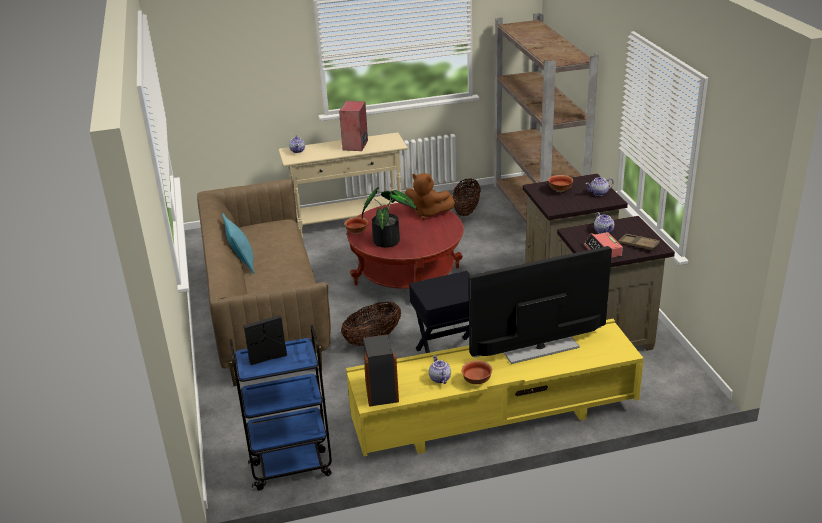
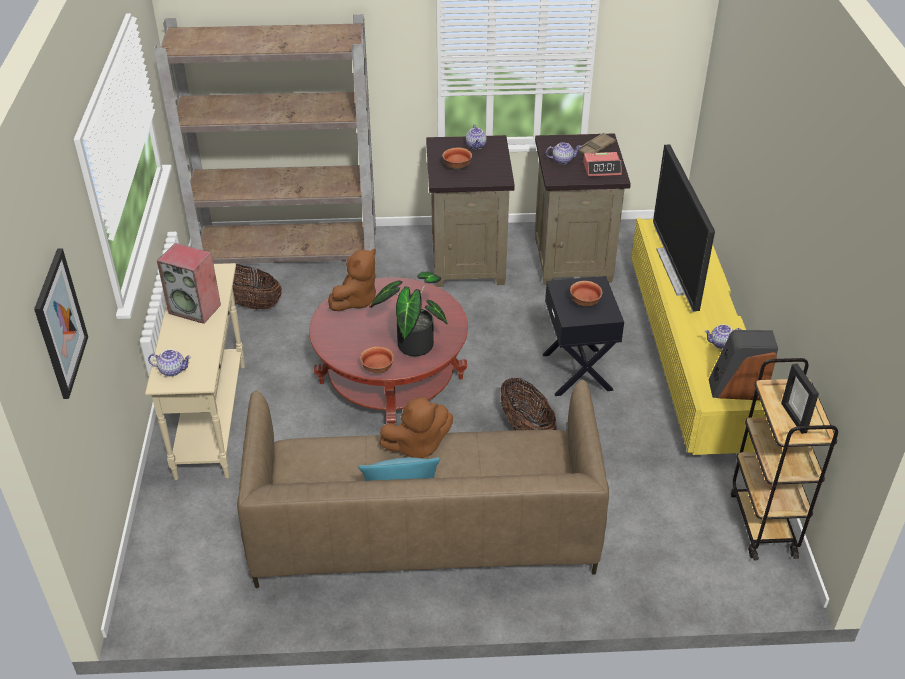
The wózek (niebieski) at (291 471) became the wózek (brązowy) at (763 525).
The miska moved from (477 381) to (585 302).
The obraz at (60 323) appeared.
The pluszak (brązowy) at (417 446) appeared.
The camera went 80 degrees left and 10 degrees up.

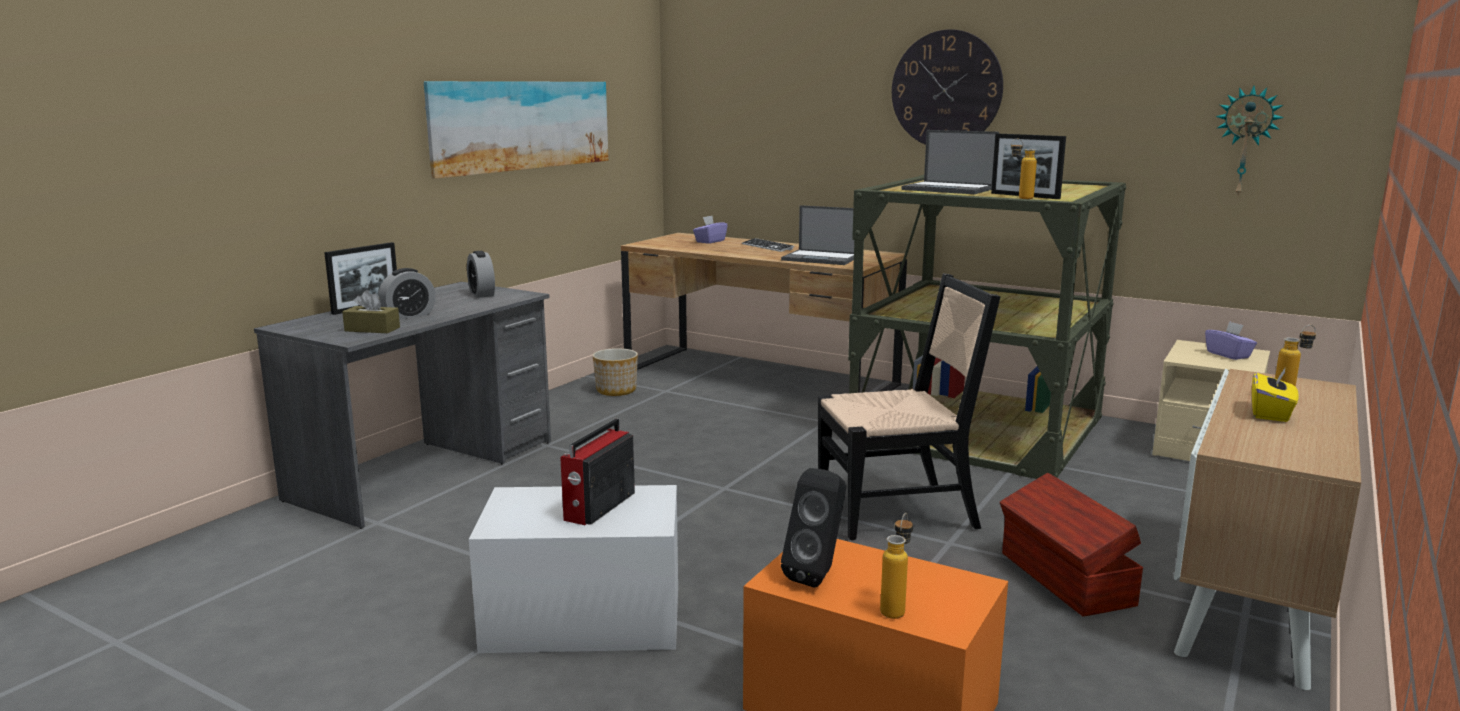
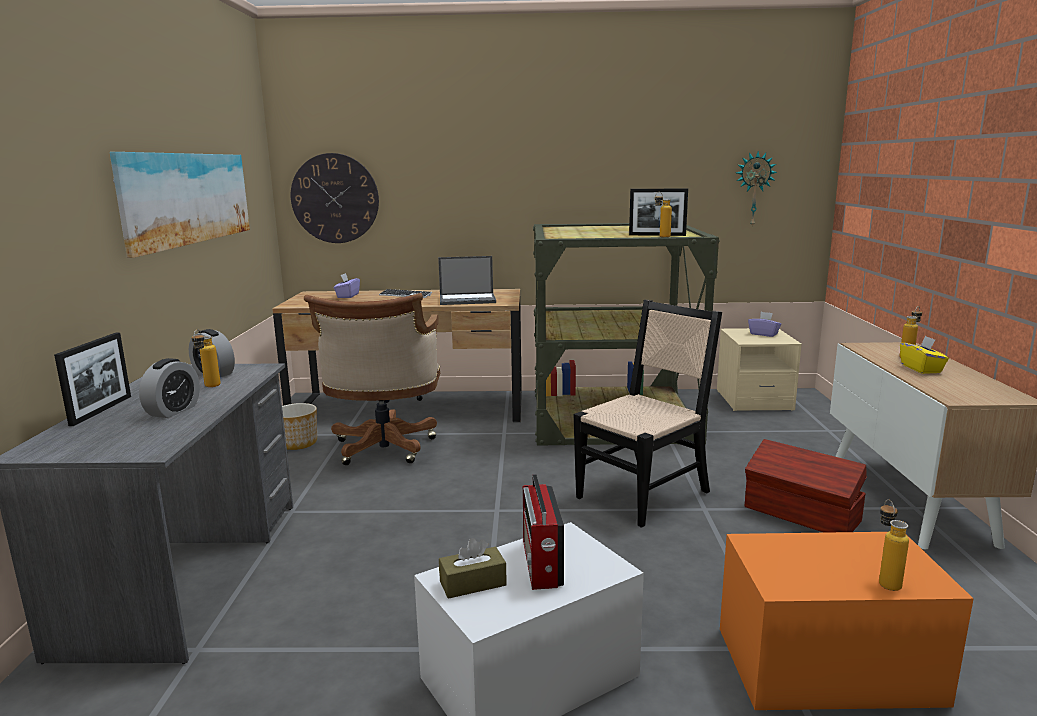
The zegar ścienny moved from (946 89) to (335 198).
The laptop at (949 189) disappeared.
The pudełko chusteczek (brązowy) moved from (372 329) to (473 583).
The głośnik (czarny) at (818 575) disappeared.
The krzesło biurowe at (384 449) appeared.
The butelka at (209 387) appeared.
The camera went 30 degrees left and 0 degrees up.

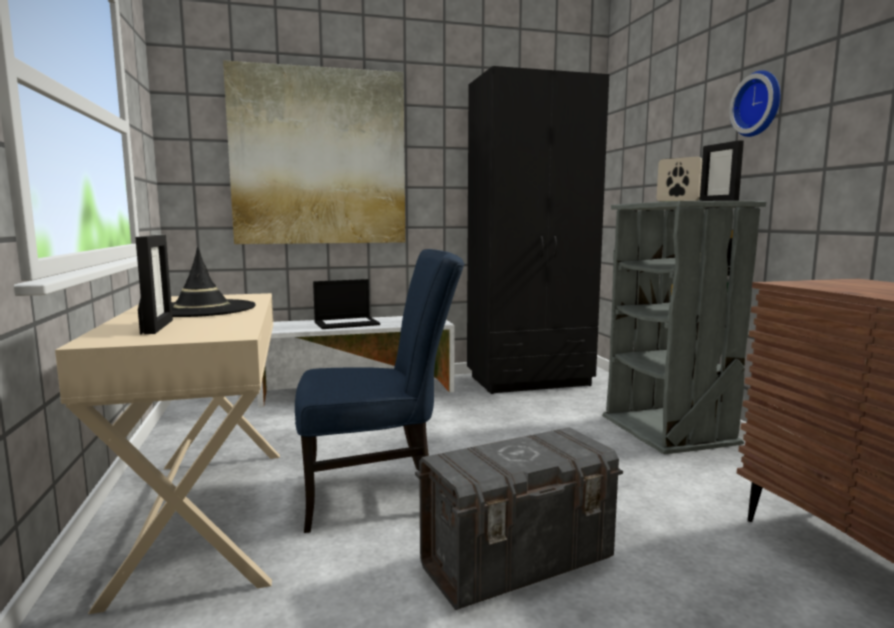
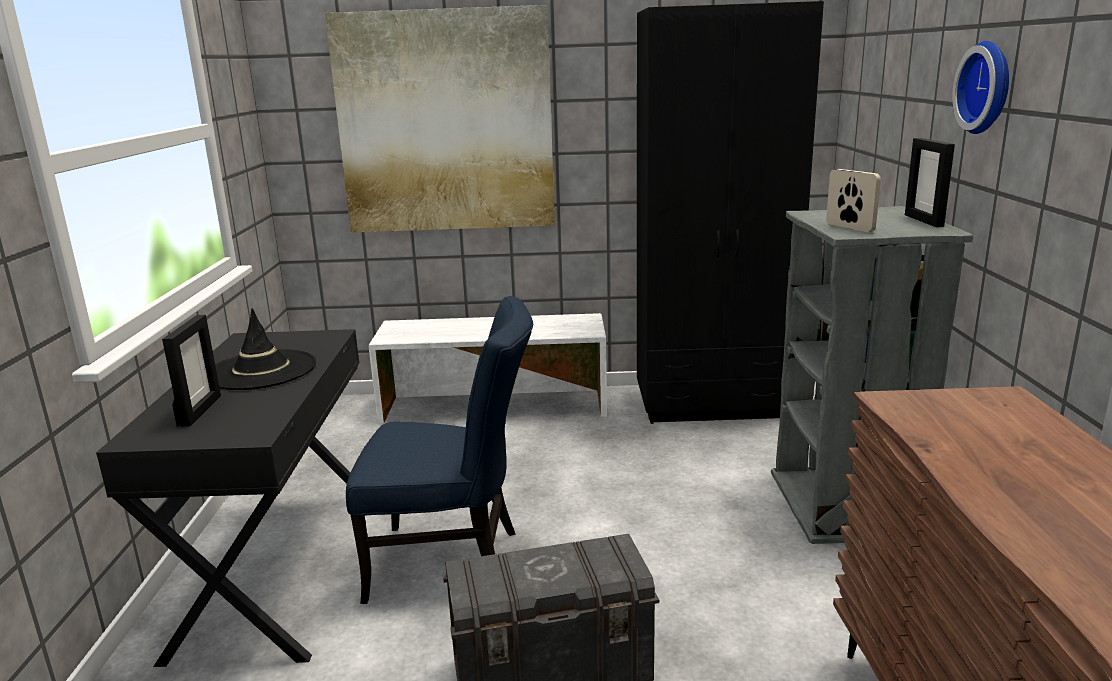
The laptop at (347 323) disappeared.
The biurko (beżowy) at (205 514) became the biurko (czarny) at (279 568).
The camera went 15 degrees right and 10 degrees up.

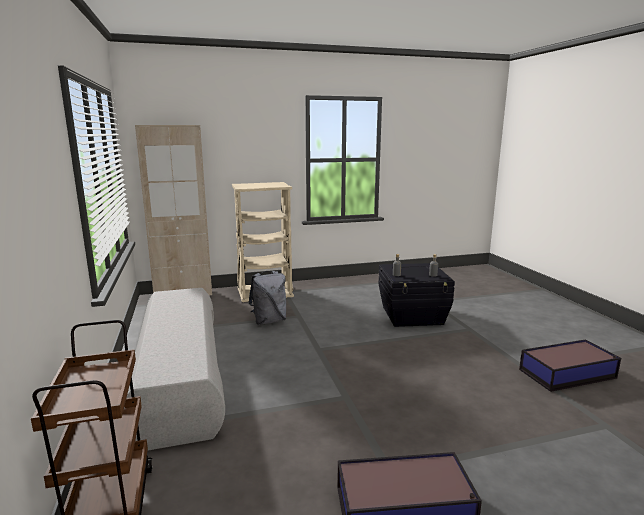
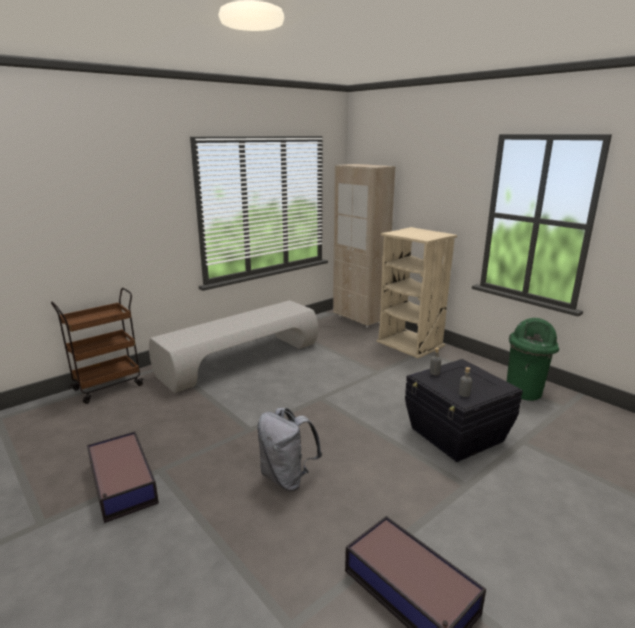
The plecak (szary) moved from (269 321) to (287 478).
The kosz na śmieci (zielony) at (524 392) appeared.
The camera went 65 degrees right and 5 degrees up.

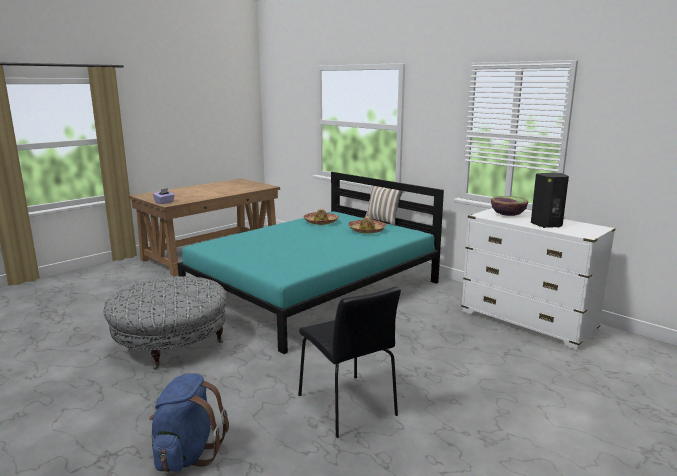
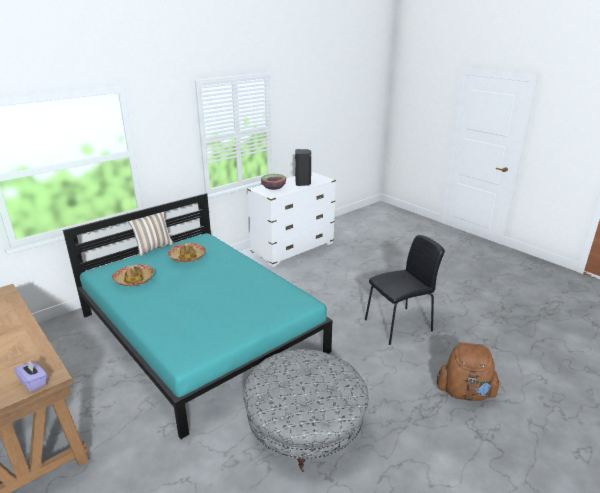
The plecak (niebieski) at (187 453) became the plecak (brązowy) at (465 392).
The camera went 85 degrees left and 10 degrees up.

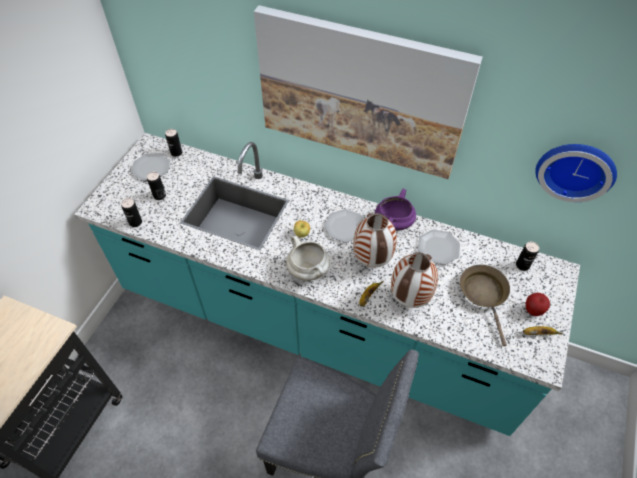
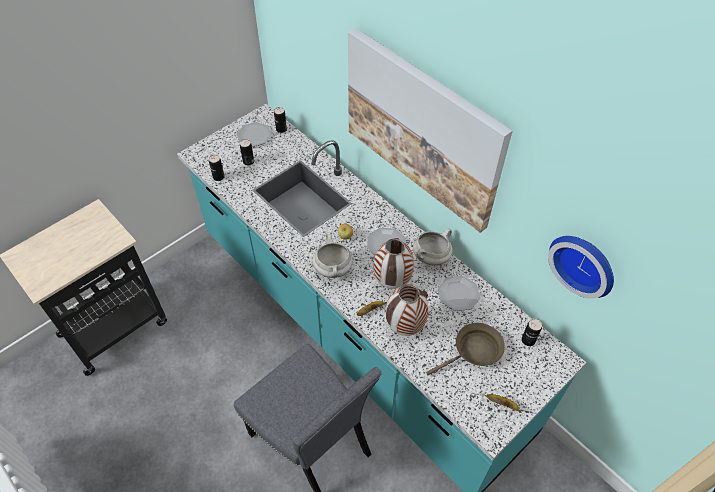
The garnek (fioletowy) at (393 223) became the garnek (biały) at (431 257).
The patelnia (brązowy) at (484 295) turned 45 degrees clockwise.
The jabłko at (533 311) disappeared.
The camera went 25 degrees right and 0 degrees up.

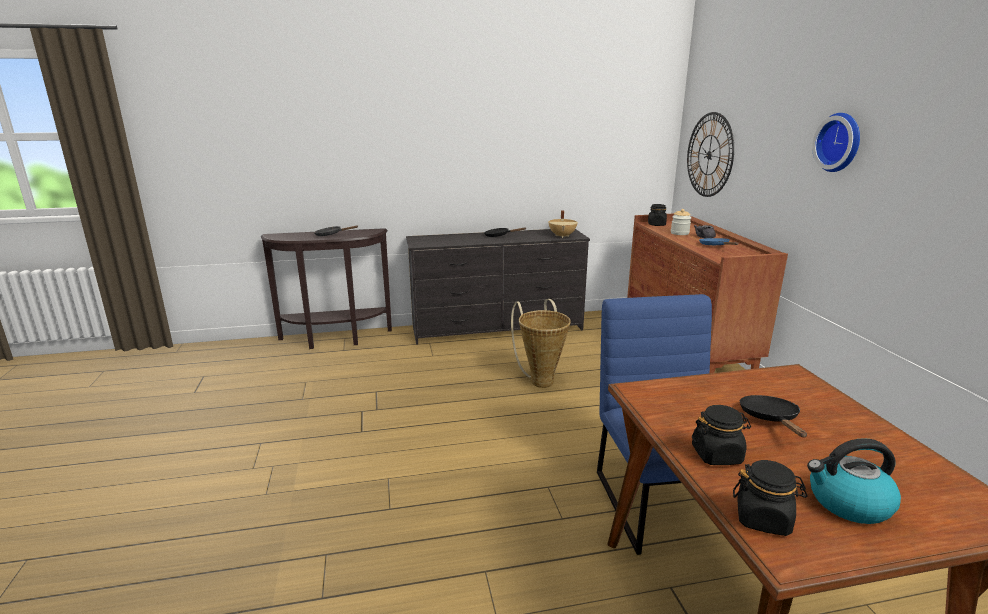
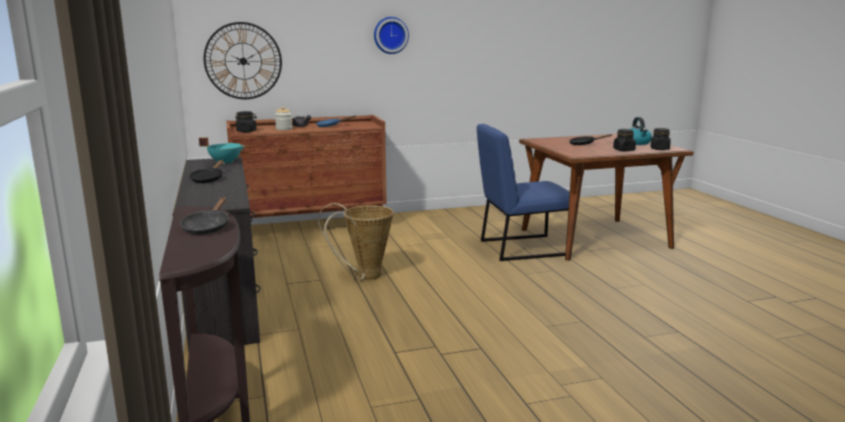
The garnek (beżowy) at (562 236) became the garnek (turkusowy) at (225 162).
The camera went 95 degrees left and 5 degrees down.

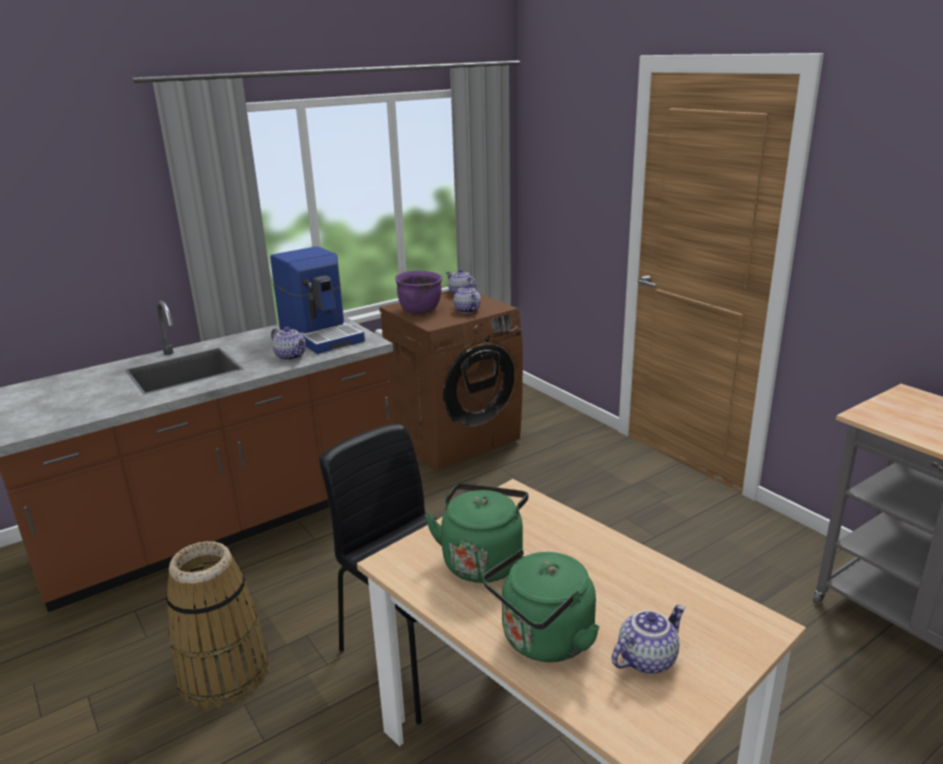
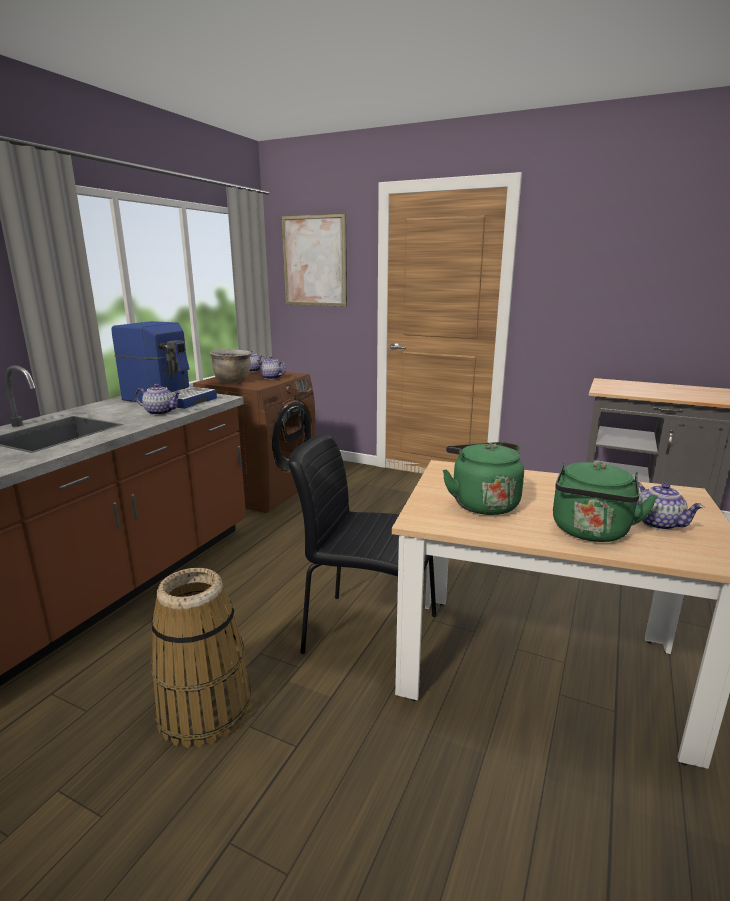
The garnek (fioletowy) at (420 310) became the garnek (brązowy) at (233 381).
The imbryk at (646 658) turned 120 degrees clockwise.
The obraz at (314 261) appeared.
The camera went 30 degrees left and 5 degrees down.

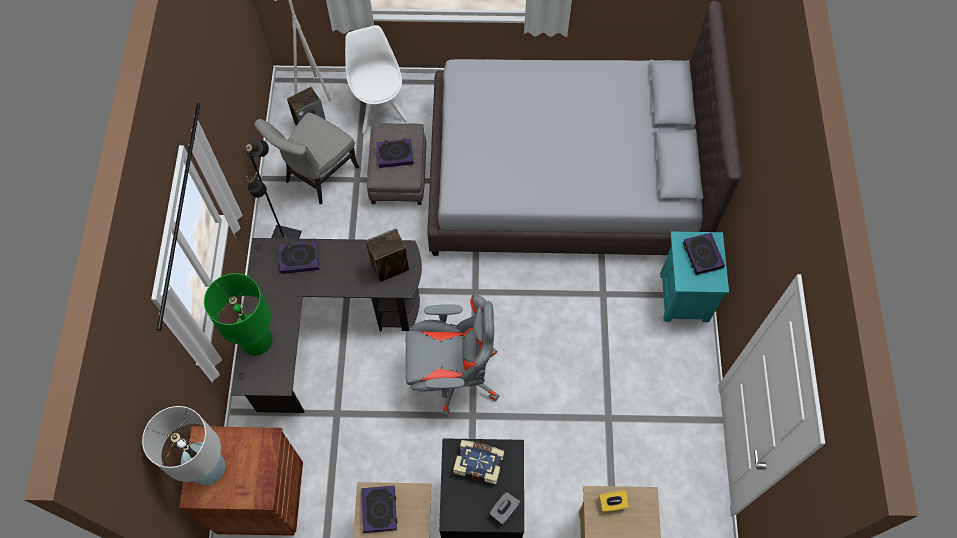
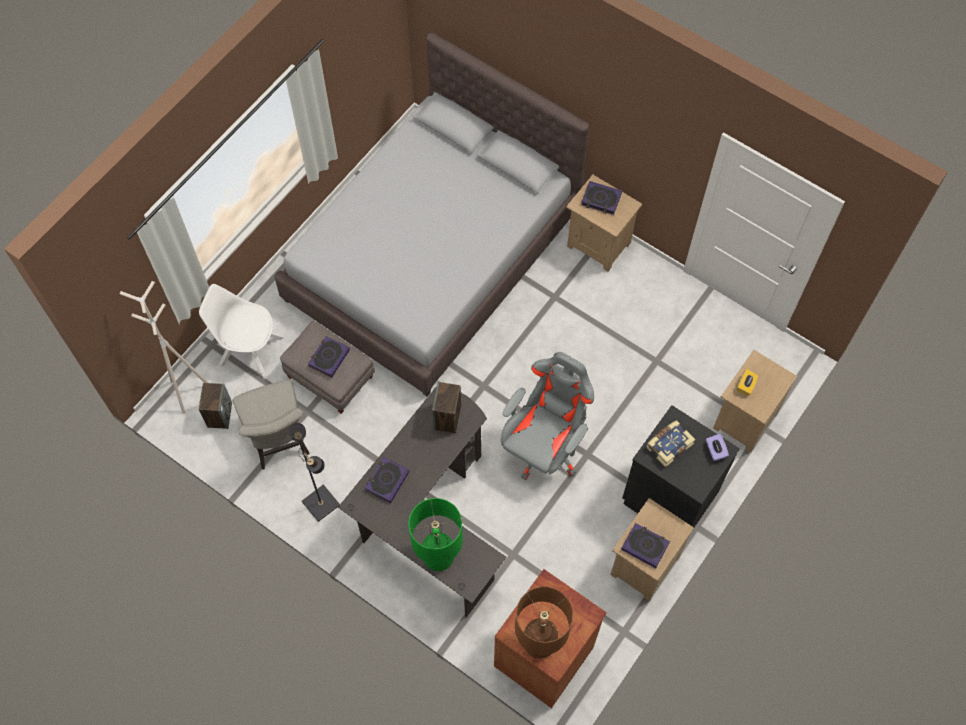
The szafka nocna (turkusowy) at (682 298) became the szafka nocna (beżowy) at (598 246).
The lampa stołowa (biały) at (208 468) became the lampa stołowa (brązowy) at (540 642).
The pudełko chusteczek (szary) at (504 510) became the pudełko chusteczek (fioletowy) at (715 451).
The camera went 55 degrees left and 0 degrees up.

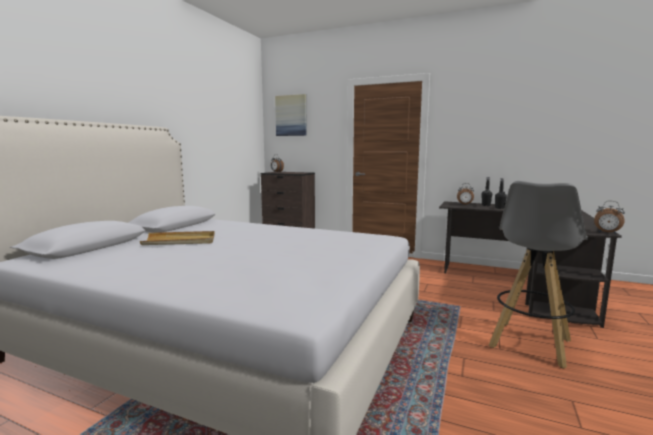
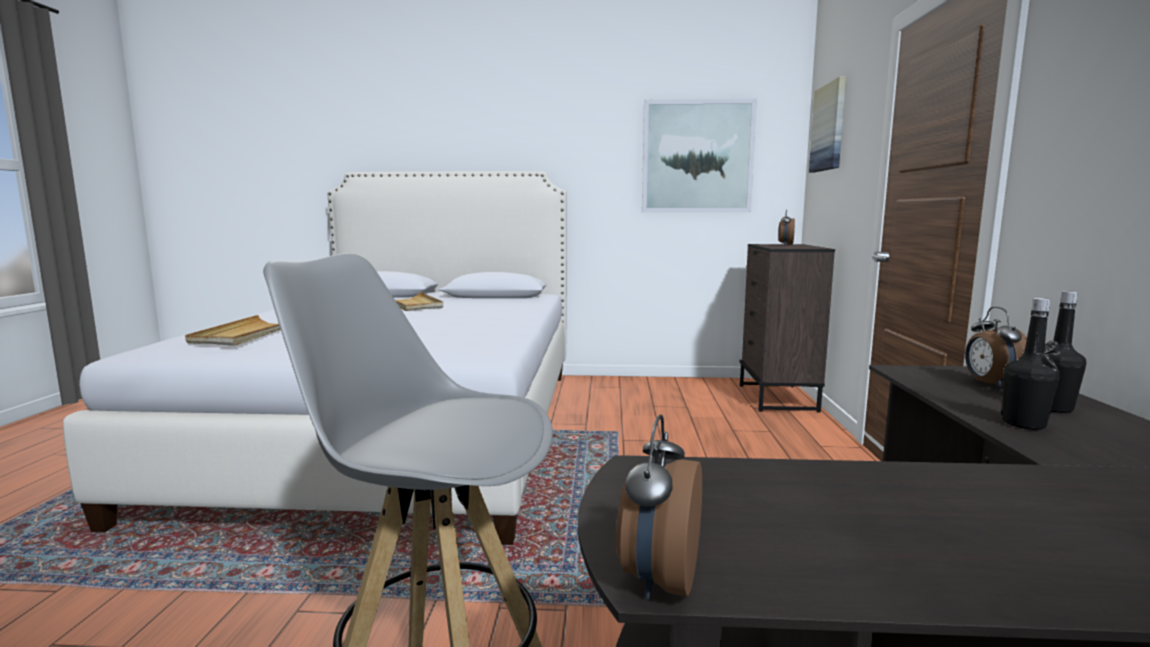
The obraz at (697 157) appeared.
The taca (beżowy) at (248 334) appeared.
The camera went 70 degrees right and 0 degrees up.

